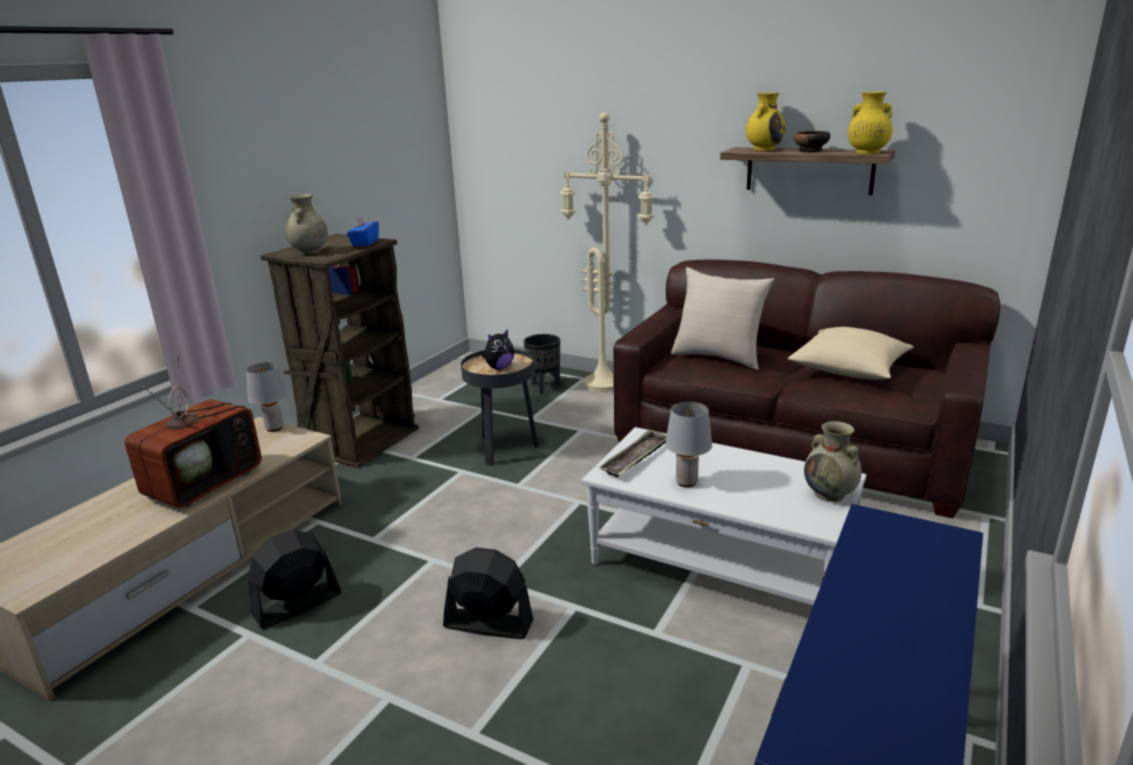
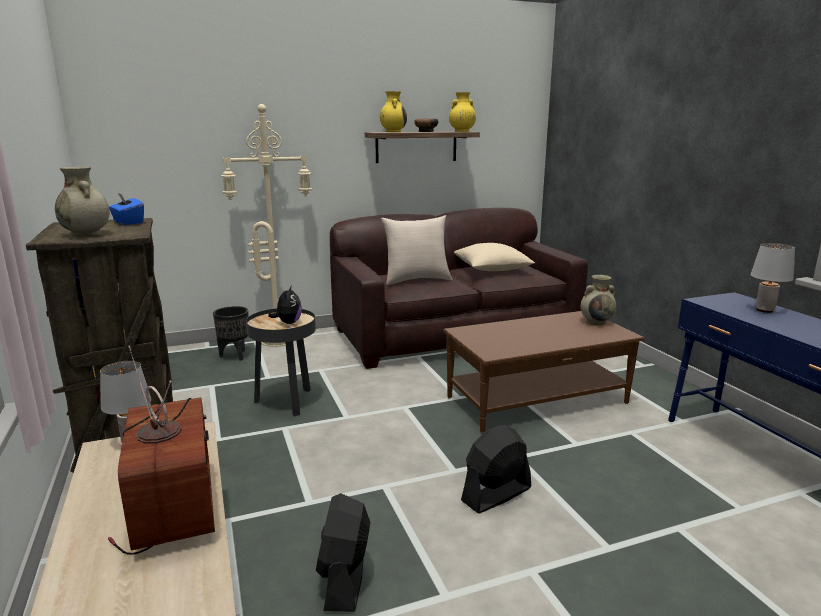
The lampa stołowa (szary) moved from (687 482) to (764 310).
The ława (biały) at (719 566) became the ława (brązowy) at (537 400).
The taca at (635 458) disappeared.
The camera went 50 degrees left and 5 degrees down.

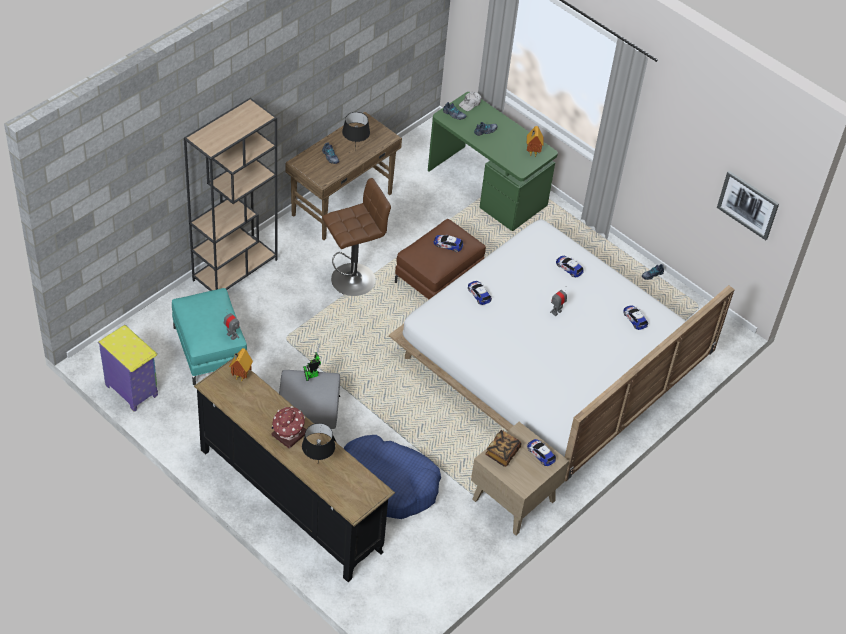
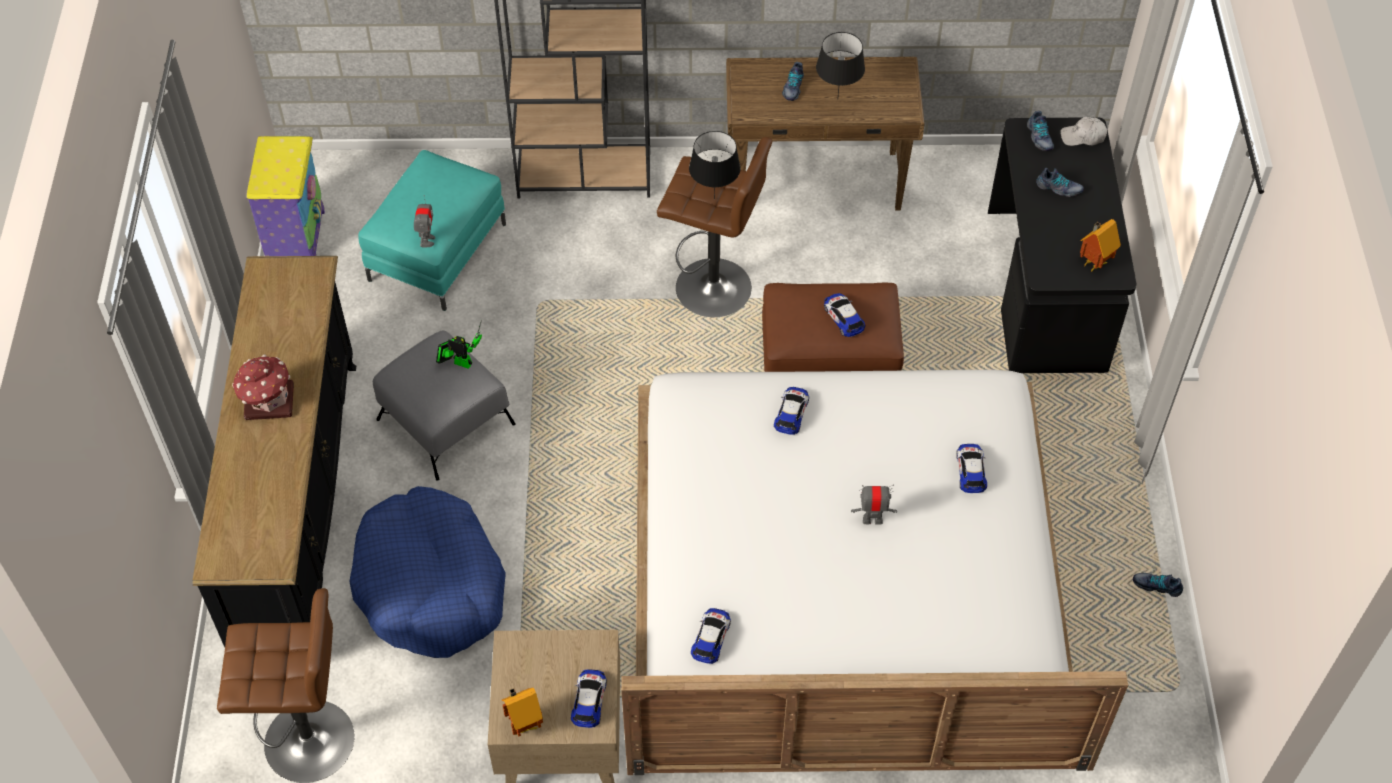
The biurko (zielony) at (487 188) became the biurko (czarny) at (1047 291).
The obraz at (748 204) disappeared.
The samochodzik moved from (635 319) to (711 638).
The domek moved from (240 376) to (523 724).
The lampa stołowa (czarny) moved from (318 463) to (714 199).
The książka at (502 453) disappeared.
The stołek (brązowy) at (310 742) appeared.
The camera went 50 degrees right and 5 degrees up.

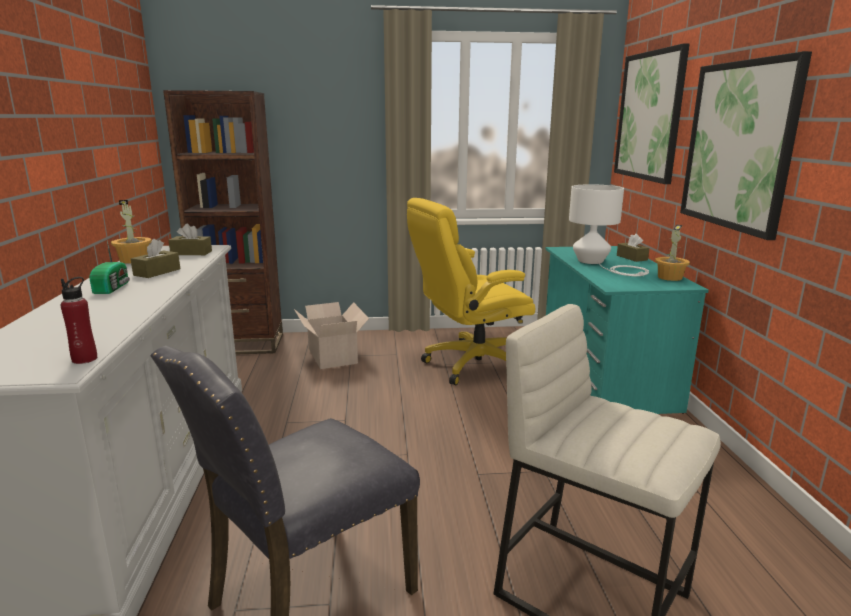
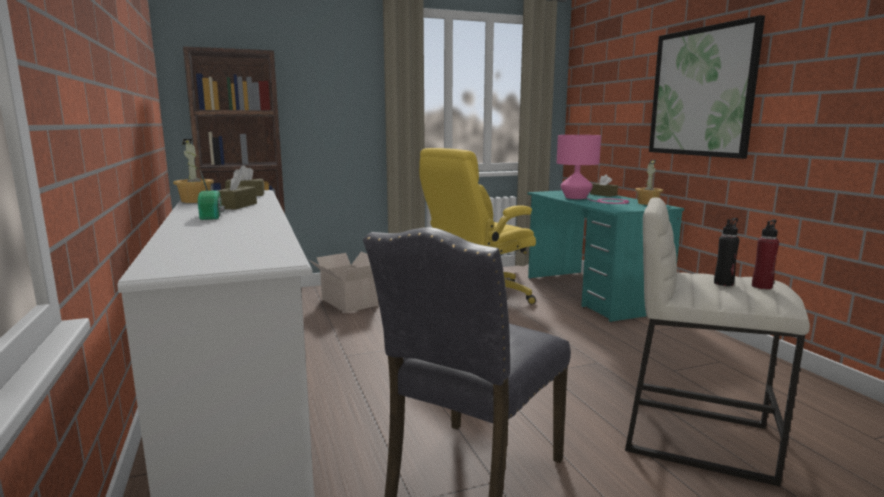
The obraz at (649 116) disappeared.
The lampa stołowa (biały) at (604 265) became the lampa stołowa (różowy) at (589 199).
The butelka (czerwony) moved from (85 359) to (762 286).
The butelka (czarny) at (723 283) appeared.
The camera went 15 degrees left and 5 degrees down.

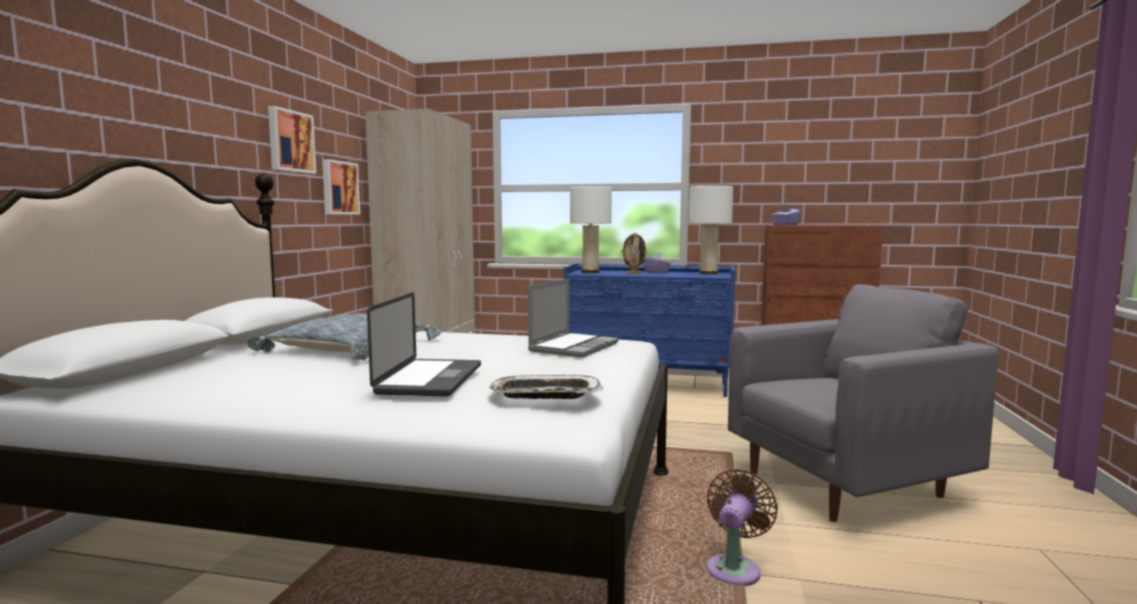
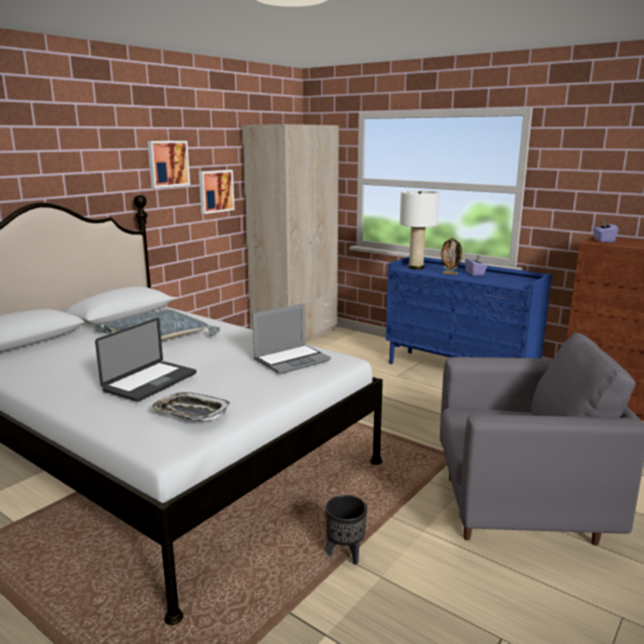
The lampa stołowa (biały) at (708 273) disappeared.
The wentylator (brązowy) at (735 568) was replaced by the donica (czarny) at (344 554).
The camera went 25 degrees right and 10 degrees up.

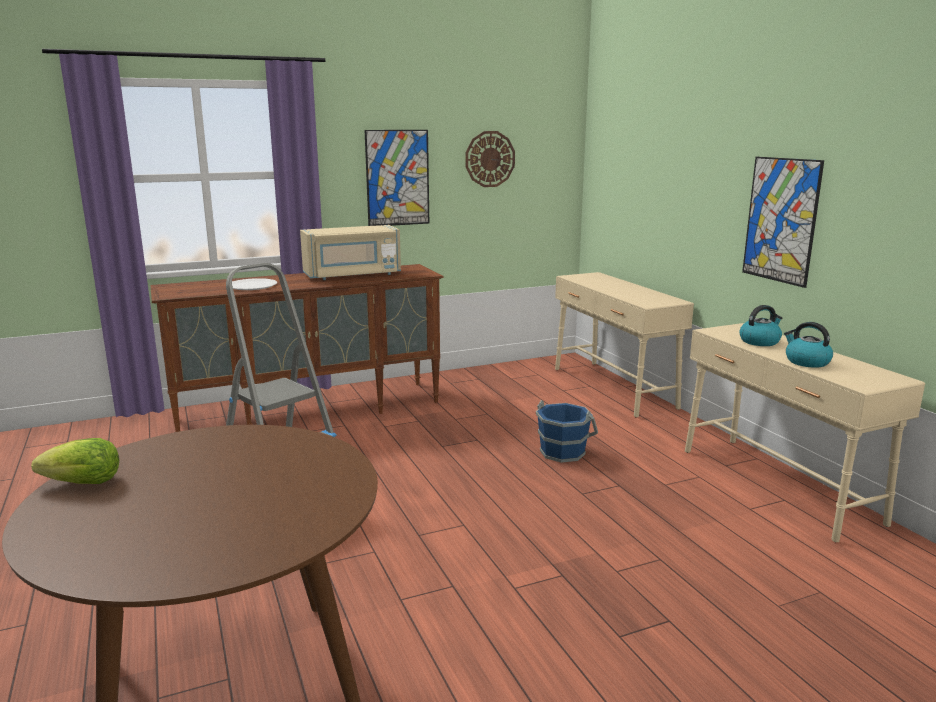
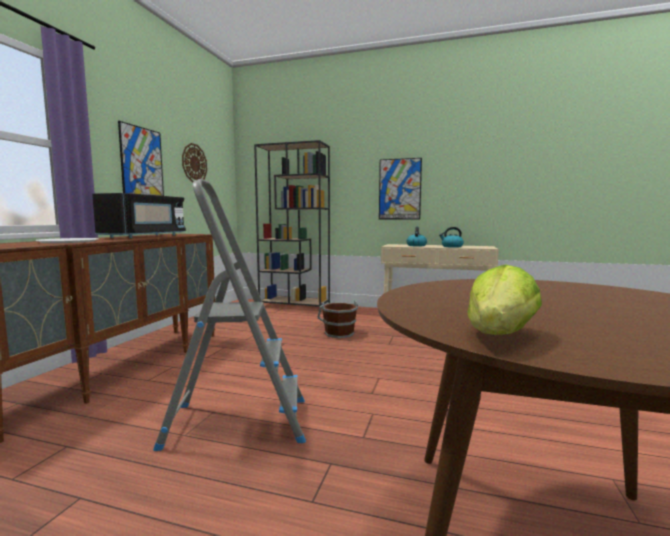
The mikrofalówka (beżowy) at (352 275) became the mikrofalówka (czarny) at (145 236).
The stolik konsolowy (beżowy) at (612 388) was replaced by the regał at (295 306).
The wiadro (niebieski) at (562 452) became the wiadro (brązowy) at (339 333).
The camera went 50 degrees left and 10 degrees down.

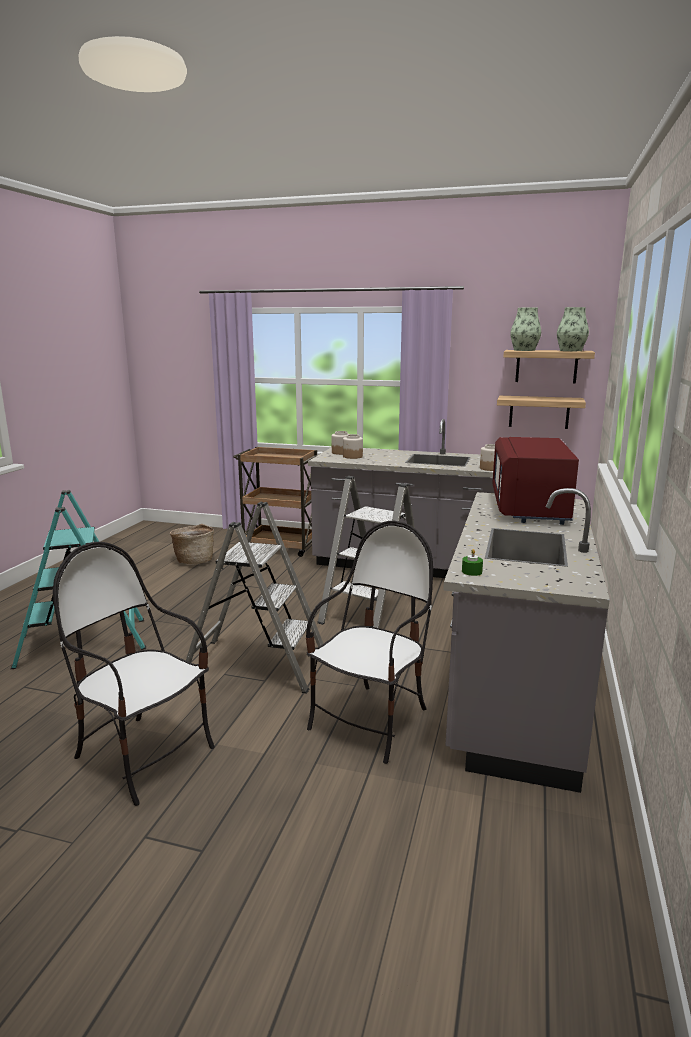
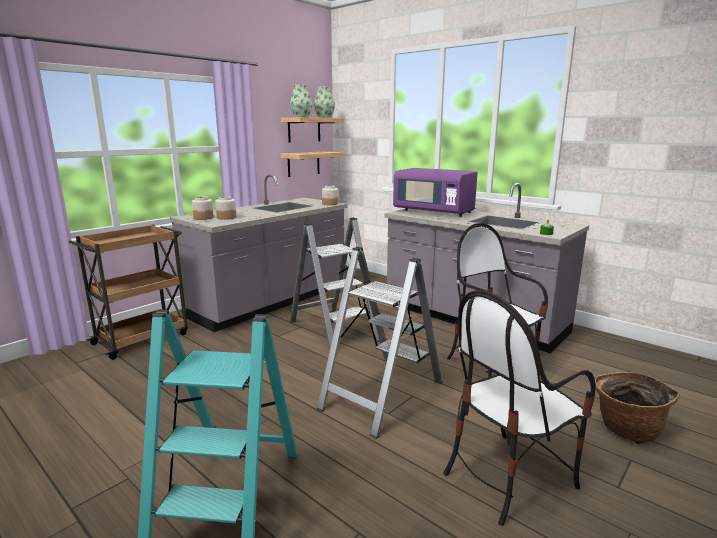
The mikrofalówka (czerwony) at (529 508) became the mikrofalówka (fioletowy) at (434 212).
The koszyk moved from (194 560) to (626 430).
The camera went 65 degrees left and 0 degrees up.

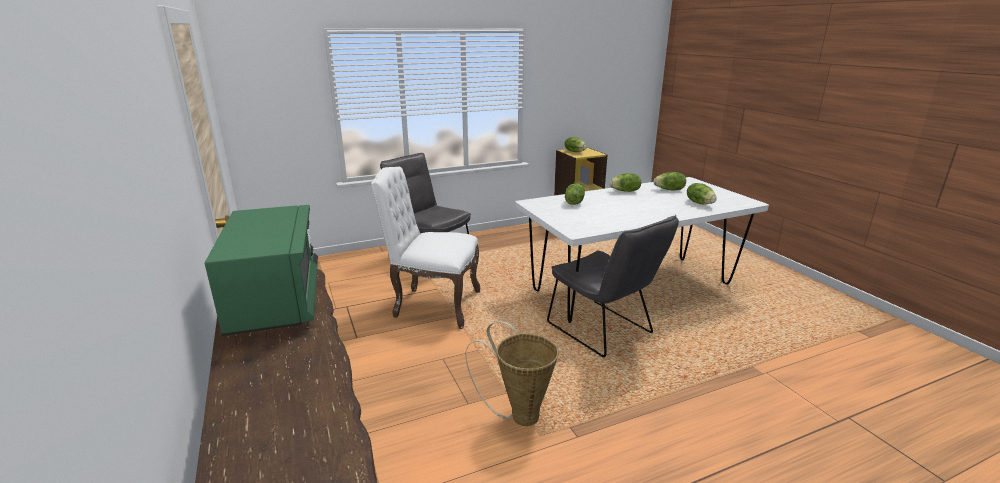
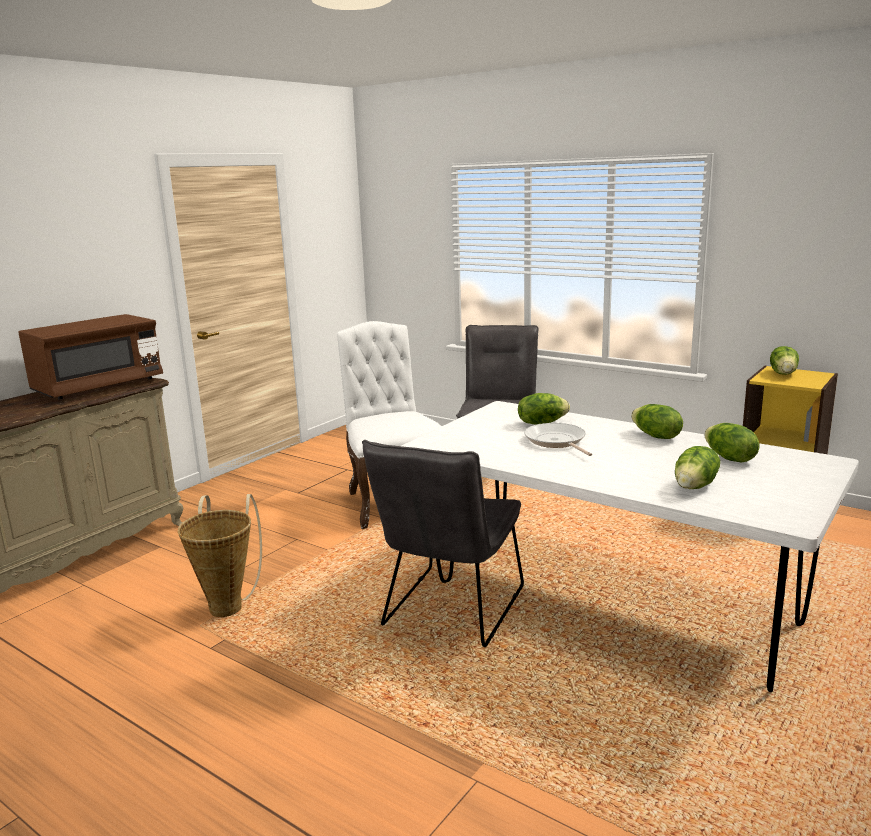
The mikrofalówka (zielony) at (276 300) became the mikrofalówka (brązowy) at (99 387).
The patelnia at (556 441) appeared.
The camera went 60 degrees right and 5 degrees down.

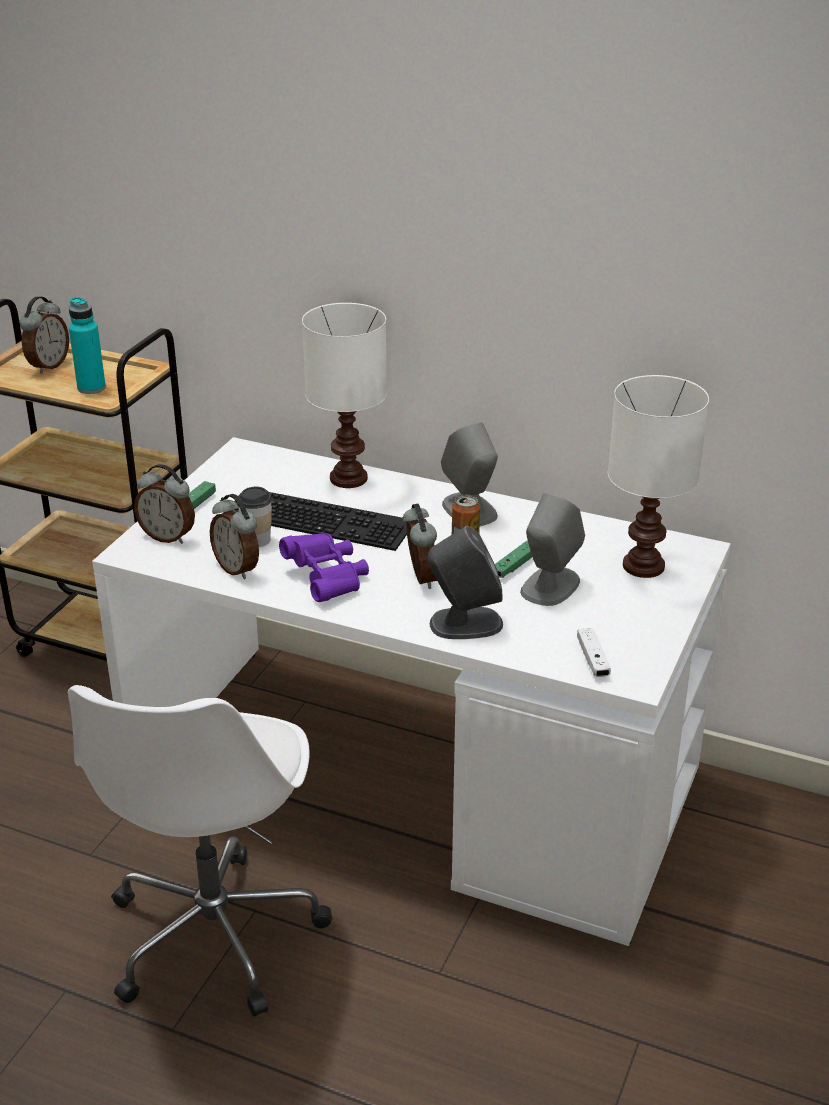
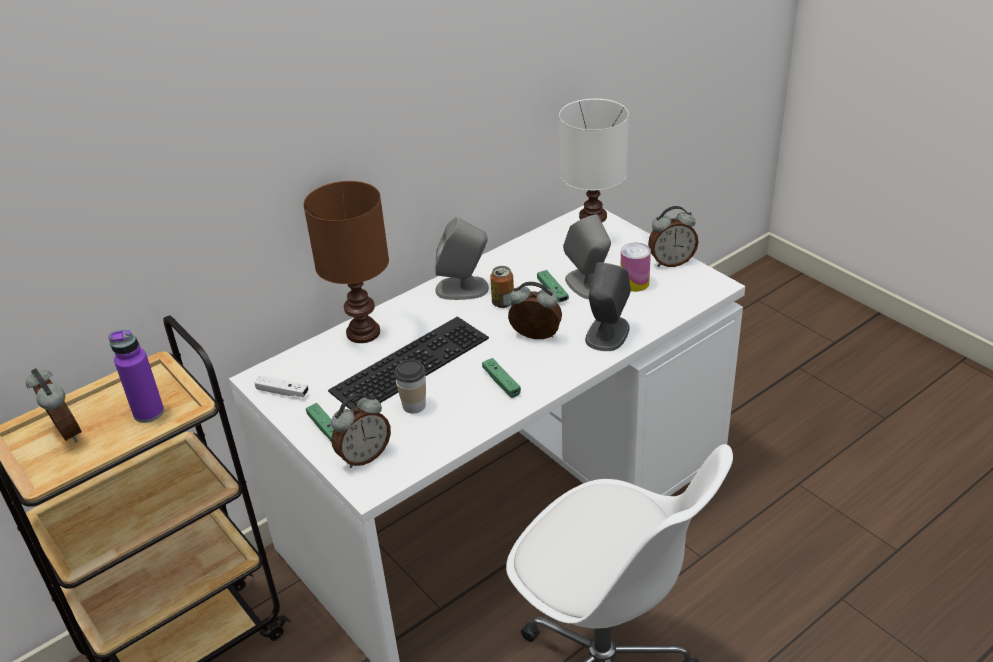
The butelka (turkusowy) at (91 388) became the butelka (fioletowy) at (148 412).
The lampa stołowa (biały) at (350 478) became the lampa stołowa (brązowy) at (364 332).
The budzik moved from (238 568) to (671 262).
The lornetka (fioletowy) at (327 579) was replaced by the pad do gier (zielony) at (501 382).
The pad do gier (biały) moved from (592 660) to (282 392).
The puszka at (634 283) appeared.
The camera went 60 degrees left and 5 degrees up.

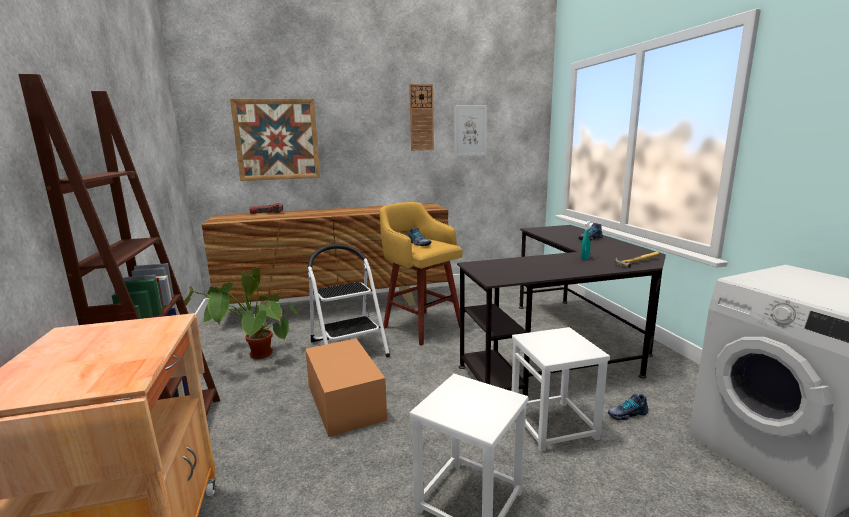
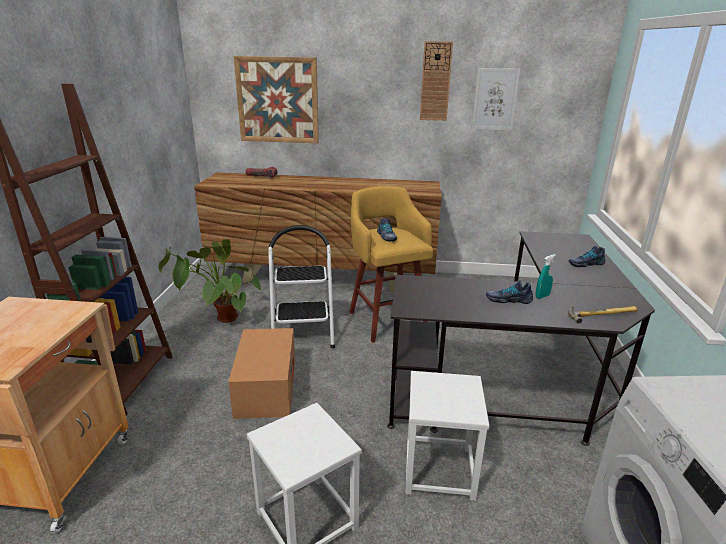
The but moved from (627 414) to (508 299).
The camera went 20 degrees right and 10 degrees up.

